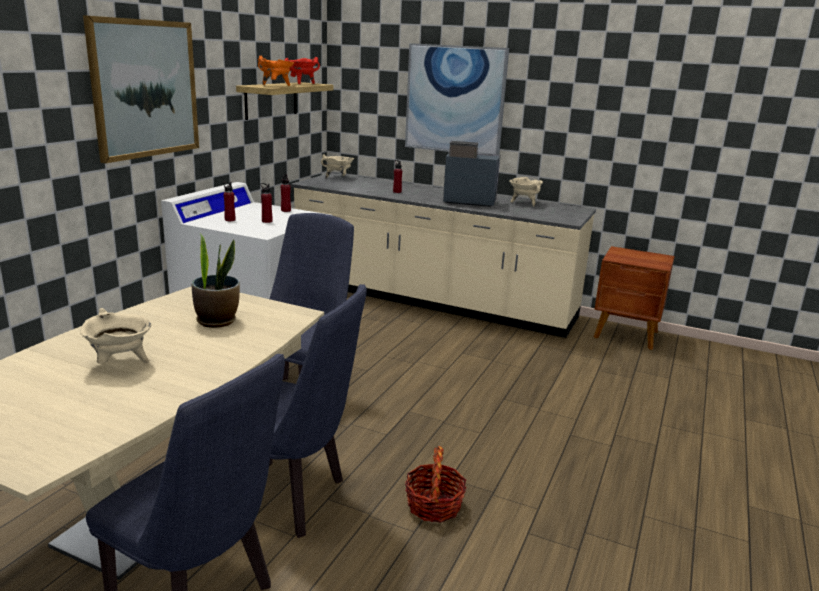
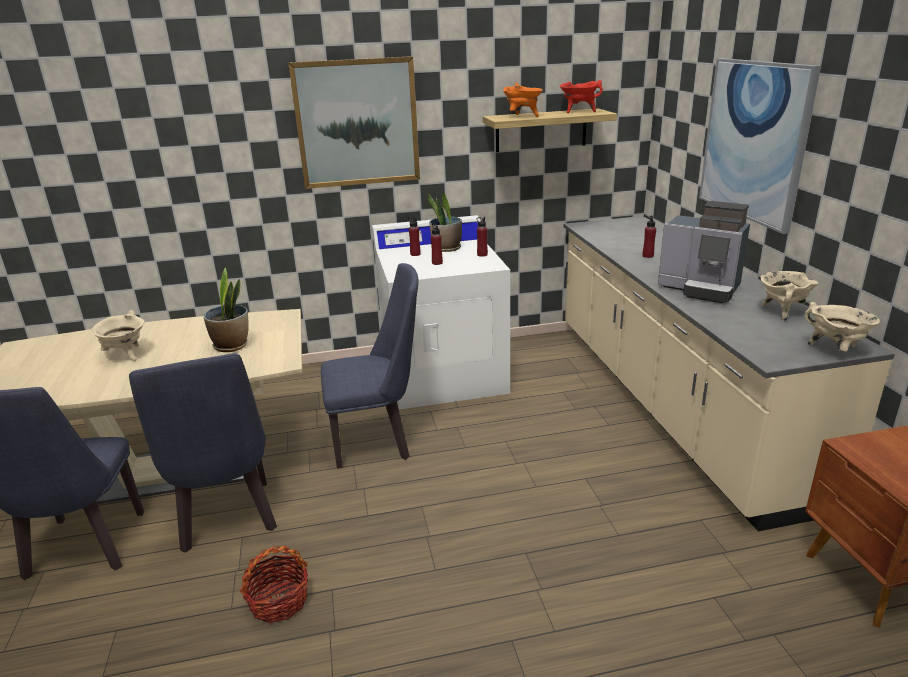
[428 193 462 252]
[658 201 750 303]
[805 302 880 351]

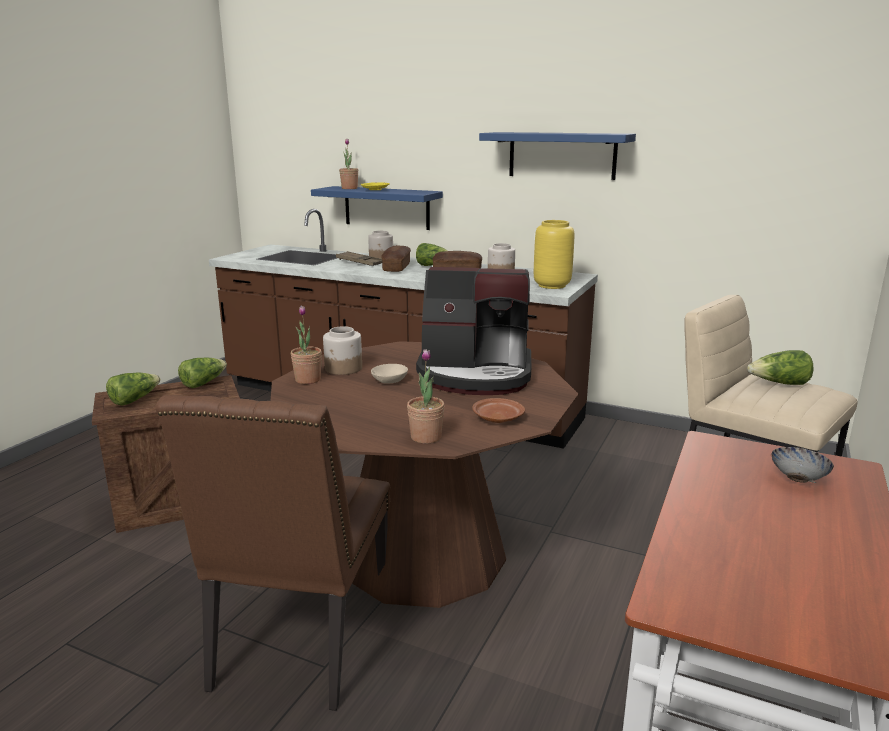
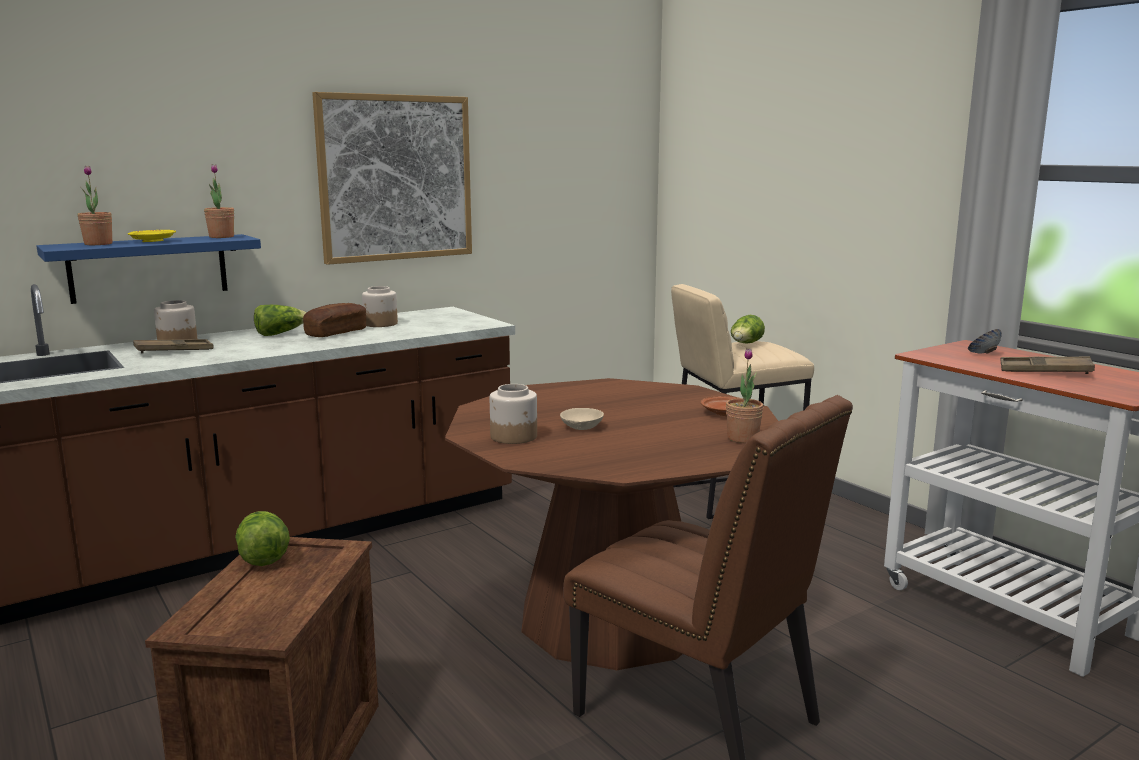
[204 164 234 238]
[312 92 472 265]
[1000 357 1095 374]
[106 373 161 406] (first image)
[381 245 411 272] (first image)
[416 267 531 395] (first image)
[534 220 574 289] (first image)

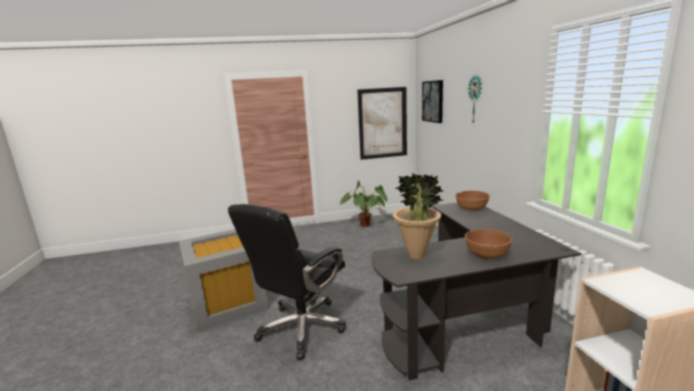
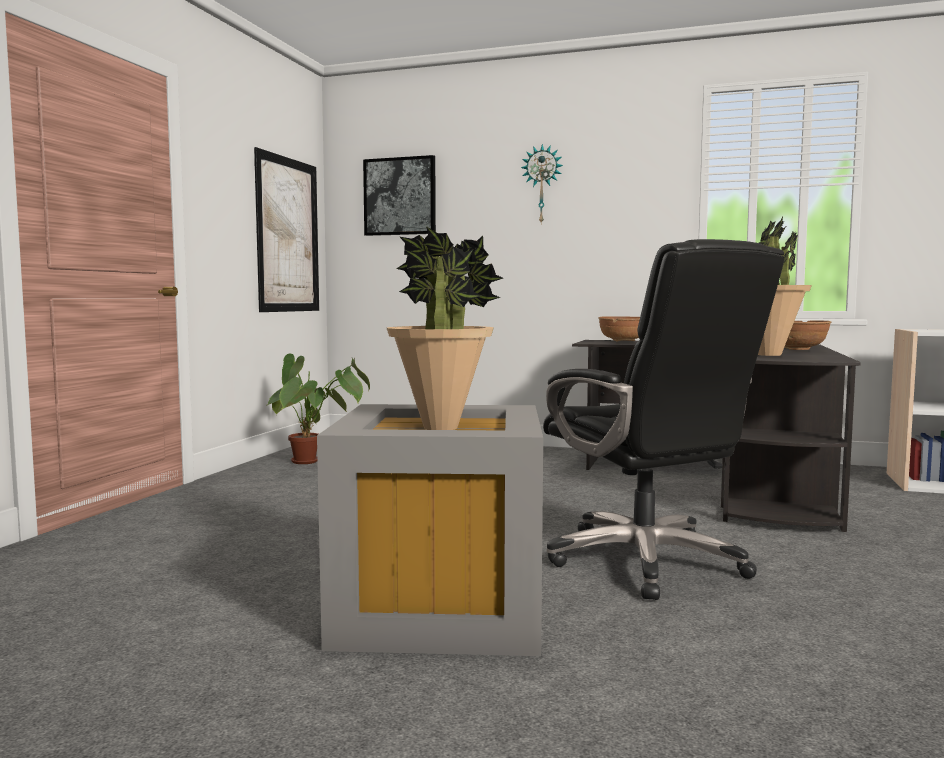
[387 226 503 430]

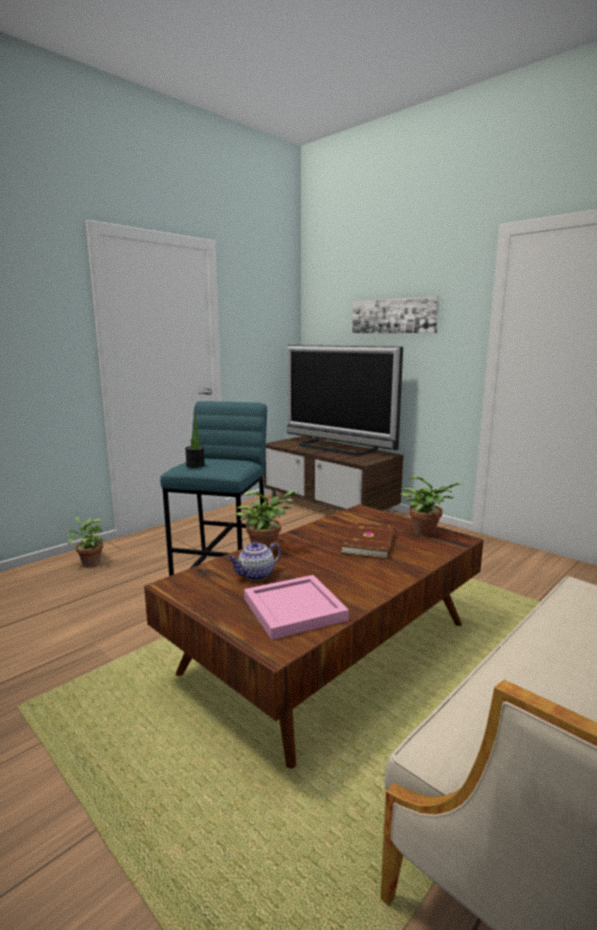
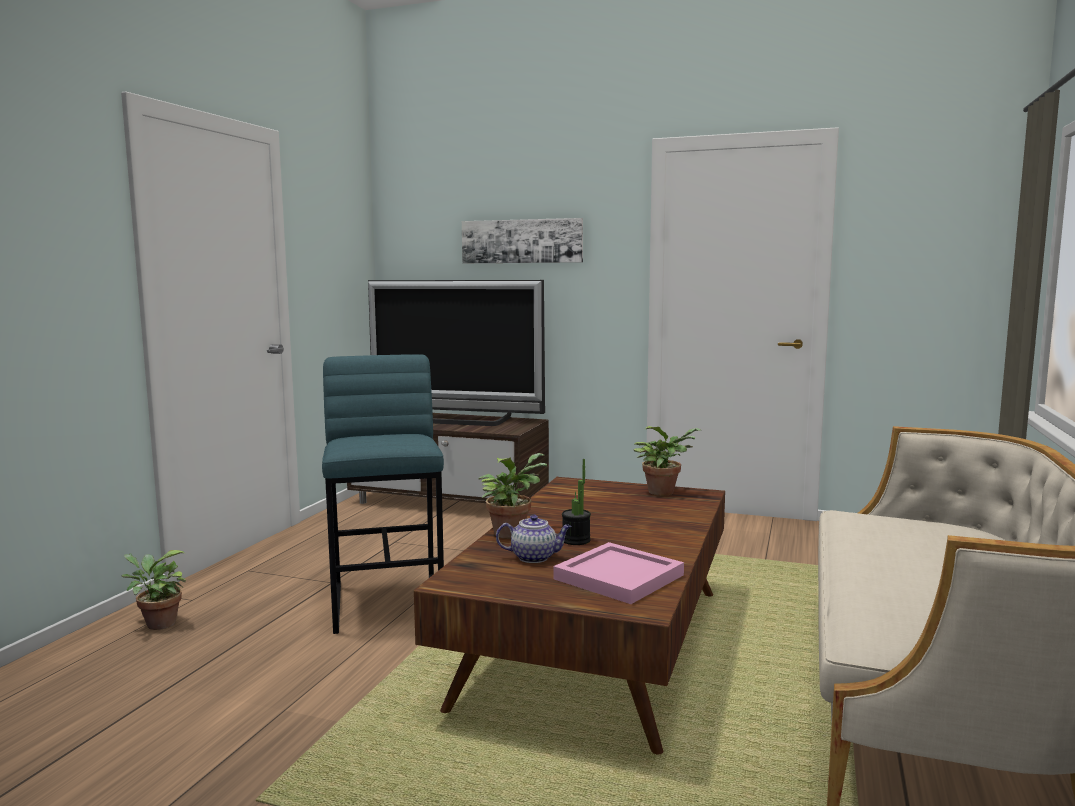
[496 514 572 563]
[562 459 591 545]
[340 522 396 559] (first image)

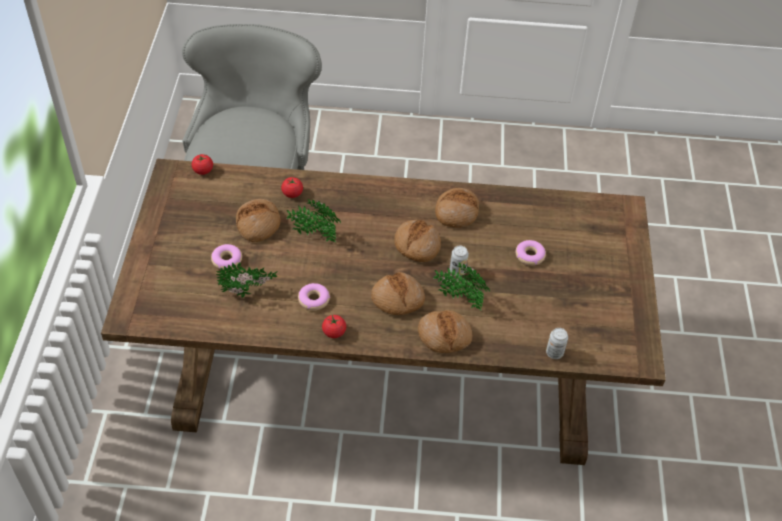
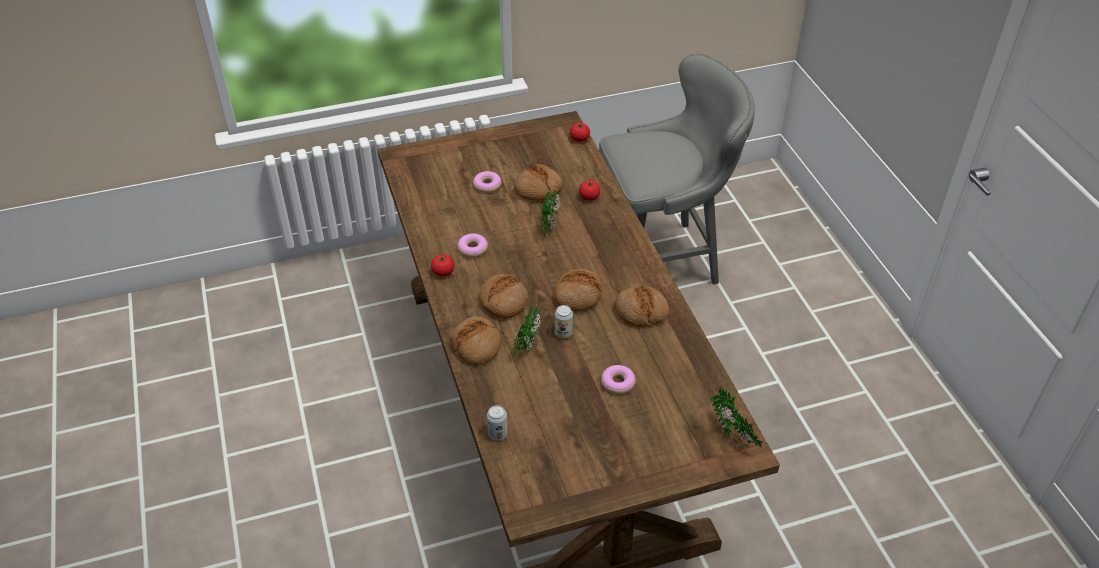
[710 388 762 448]

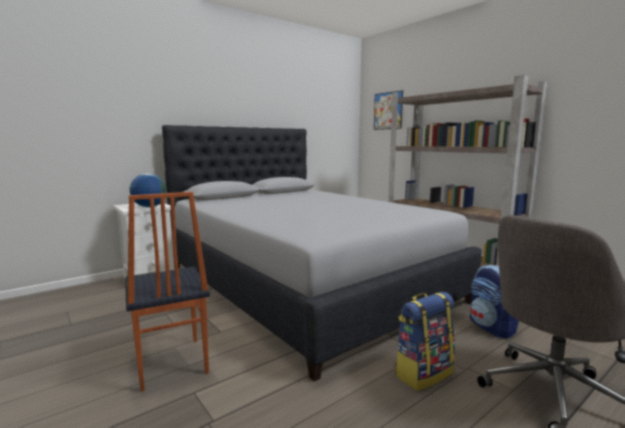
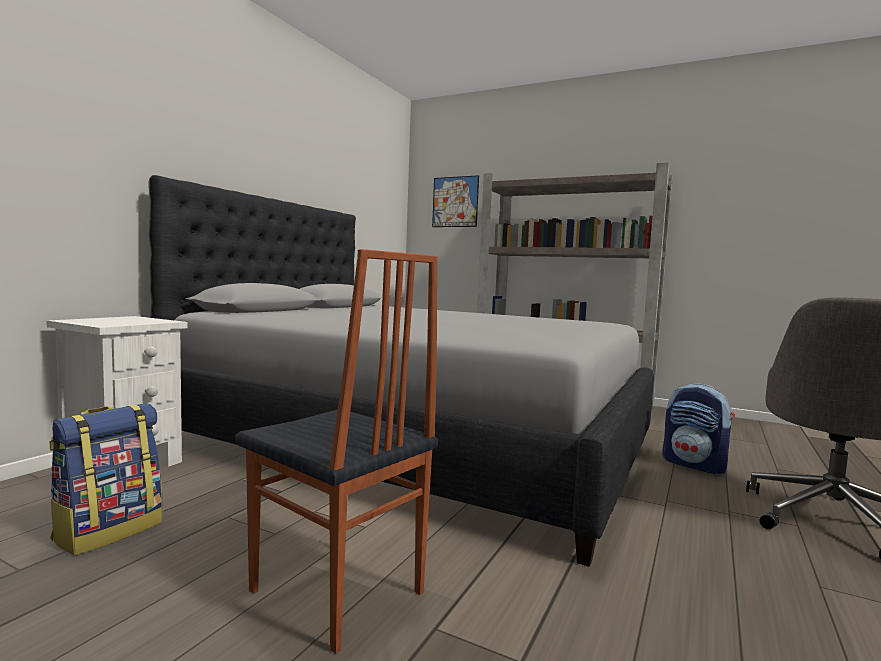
[49 403 162 555]
[129 173 167 207] (first image)

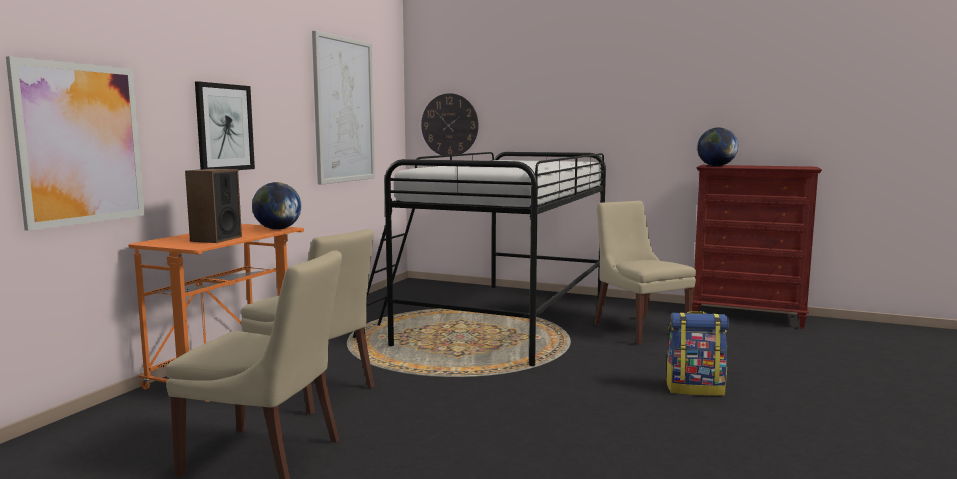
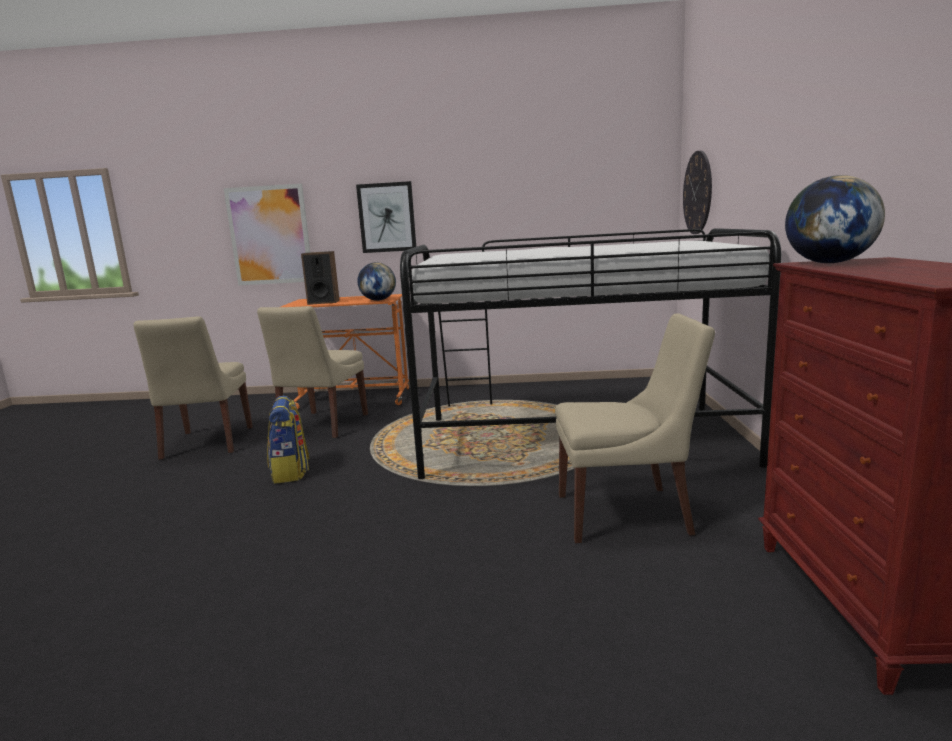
[267 396 310 484]
[555 313 715 543]
[312 30 375 185] (first image)

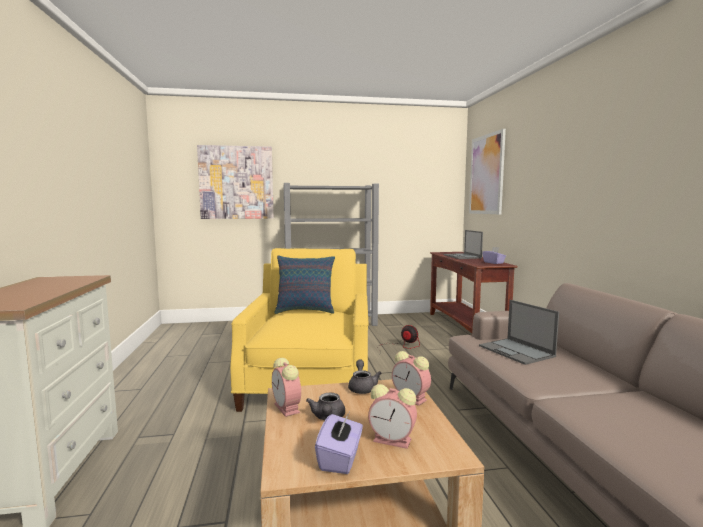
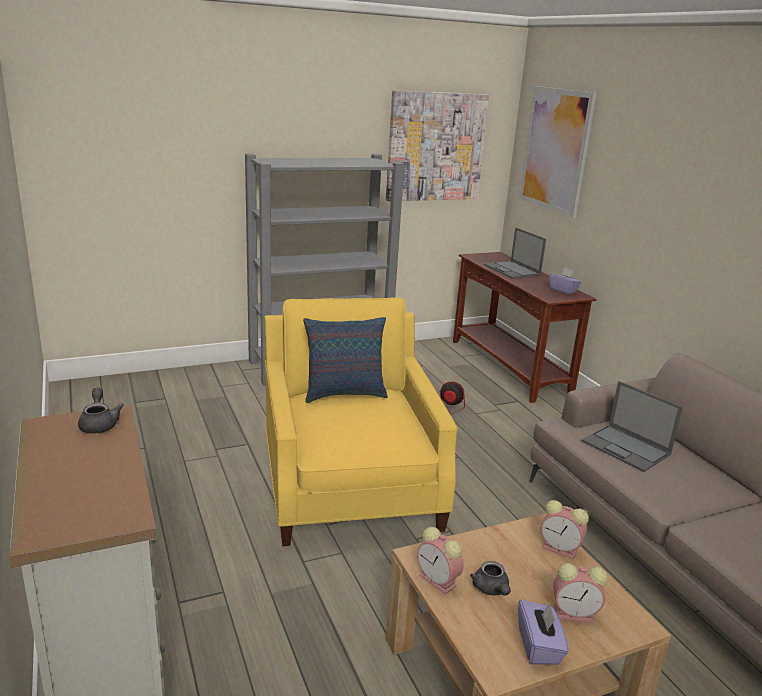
[78 388 124 434]
[386 90 489 201]

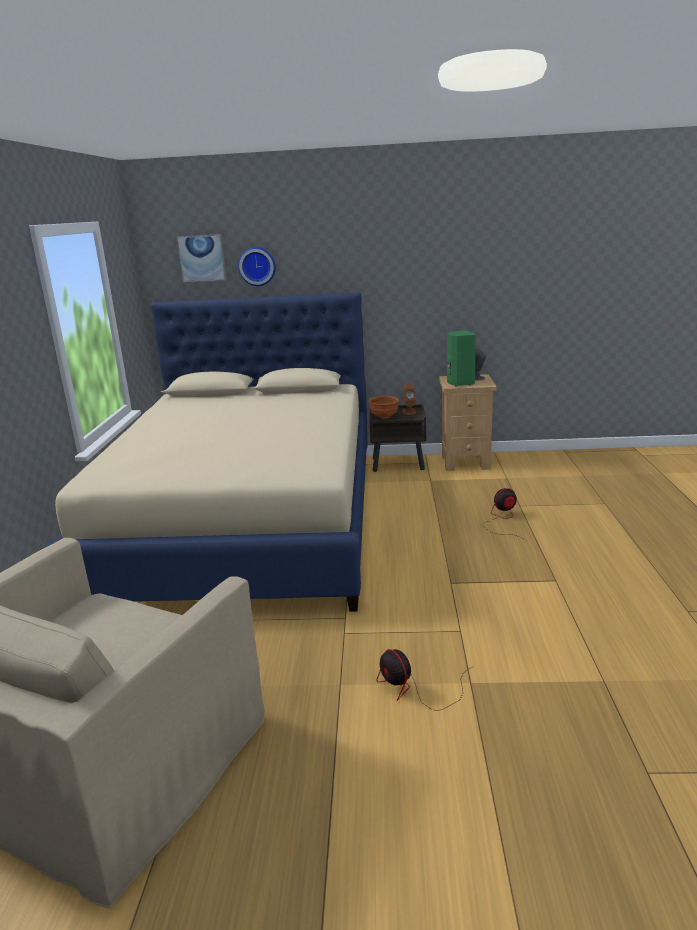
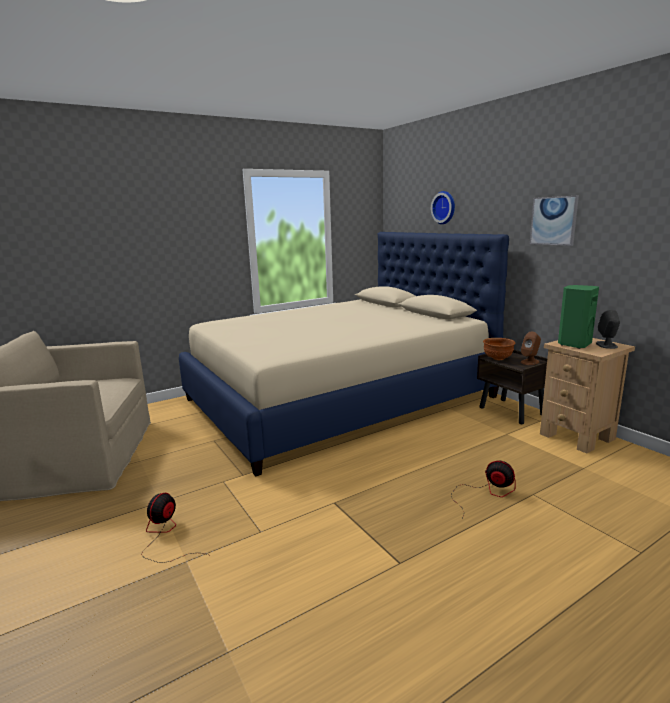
[530 196 579 246]

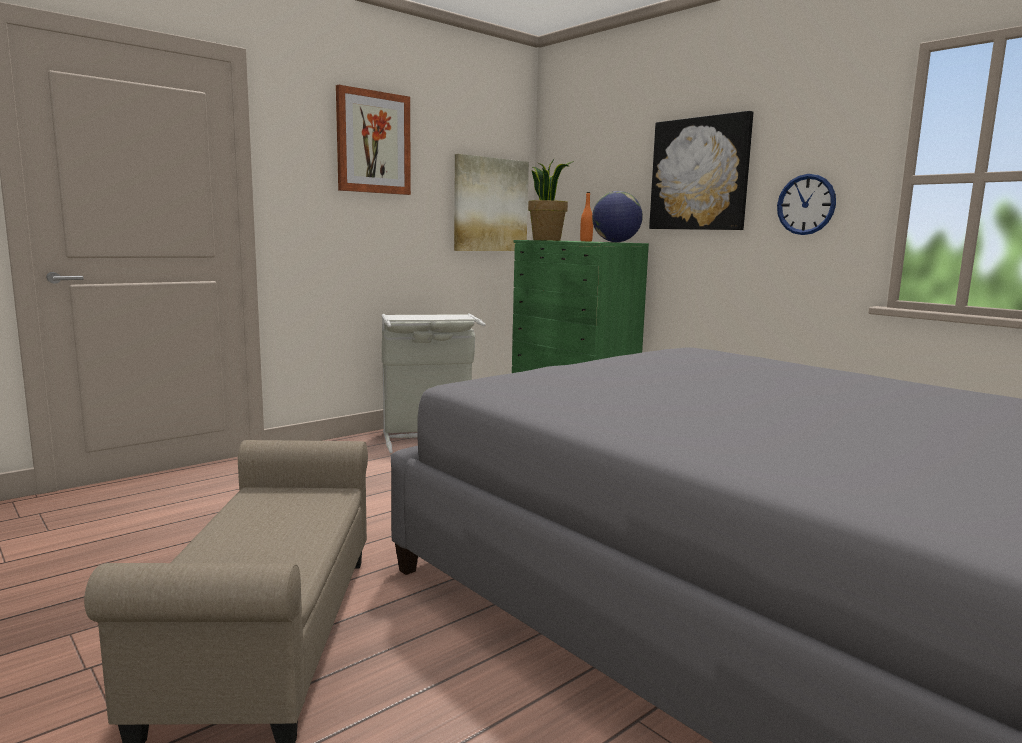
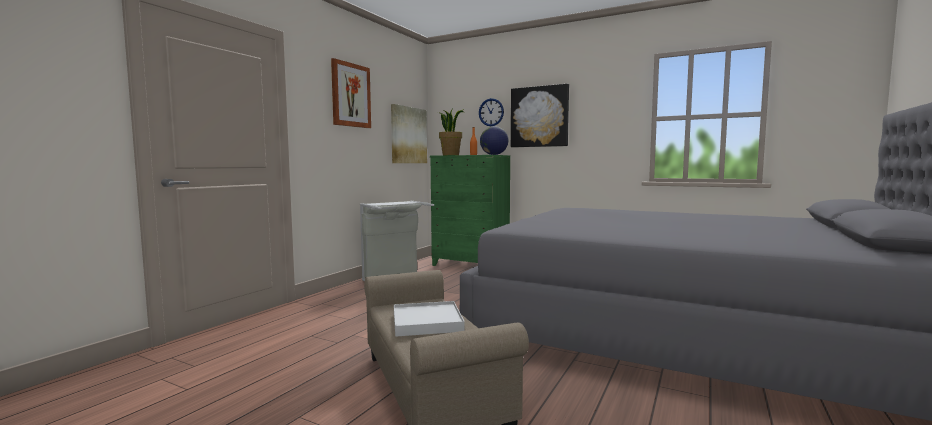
[394 301 465 337]
[479 98 504 126]

